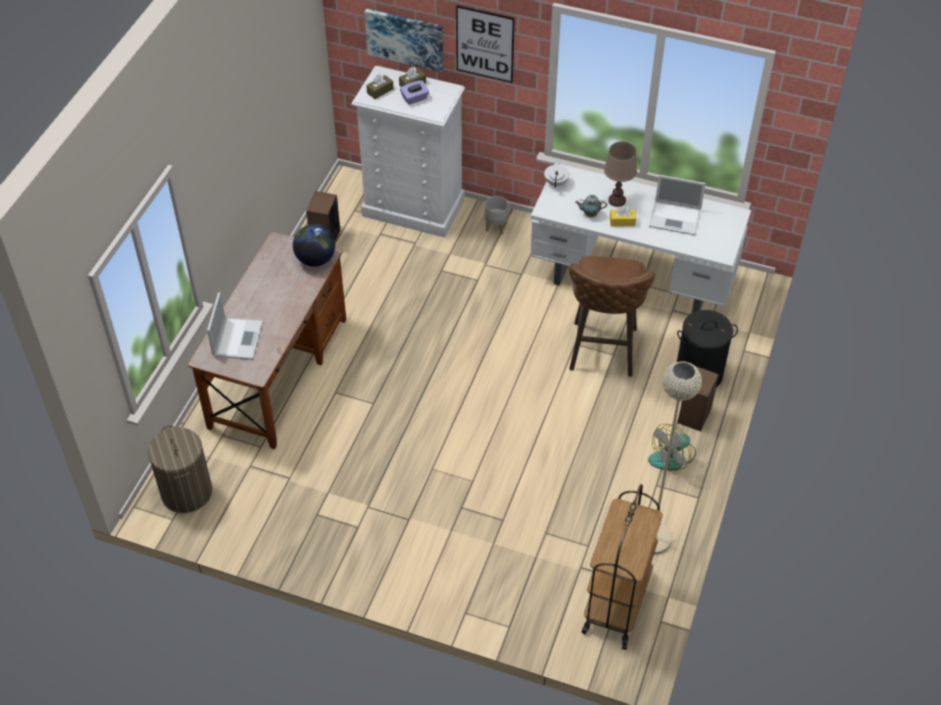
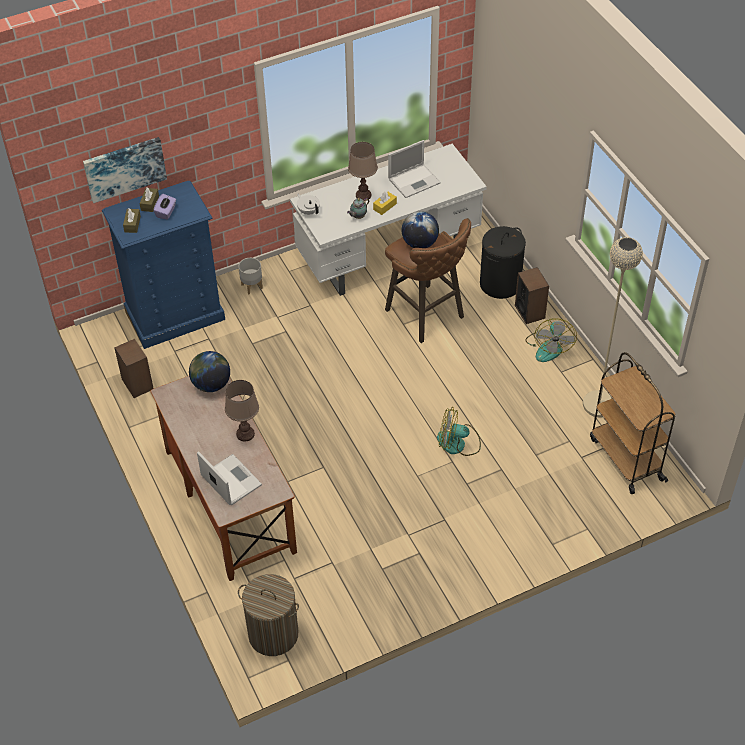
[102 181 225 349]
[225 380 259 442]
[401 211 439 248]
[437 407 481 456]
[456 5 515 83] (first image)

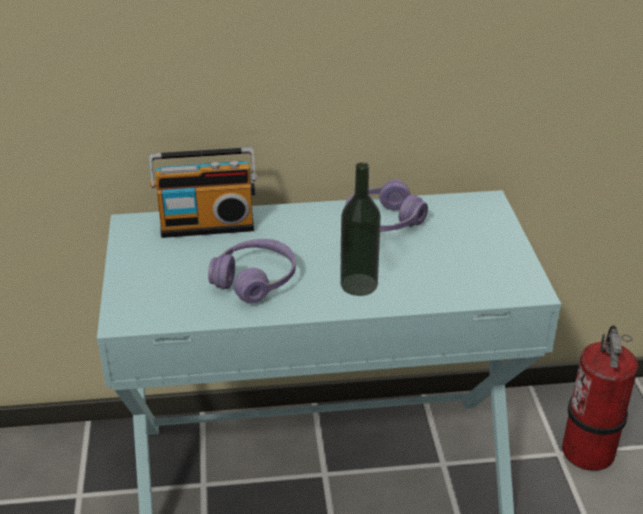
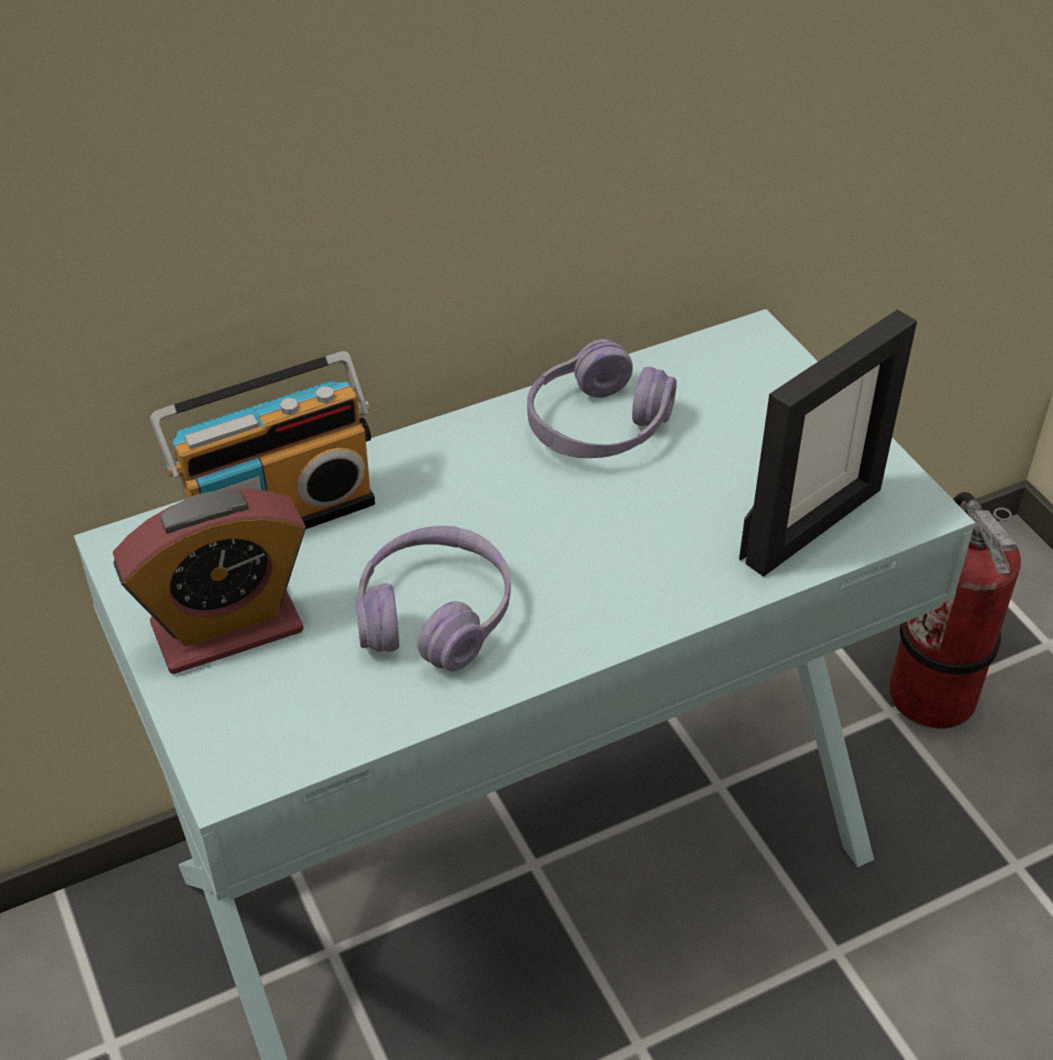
[113 489 306 674]
[739 309 917 577]
[340 162 381 296] (first image)

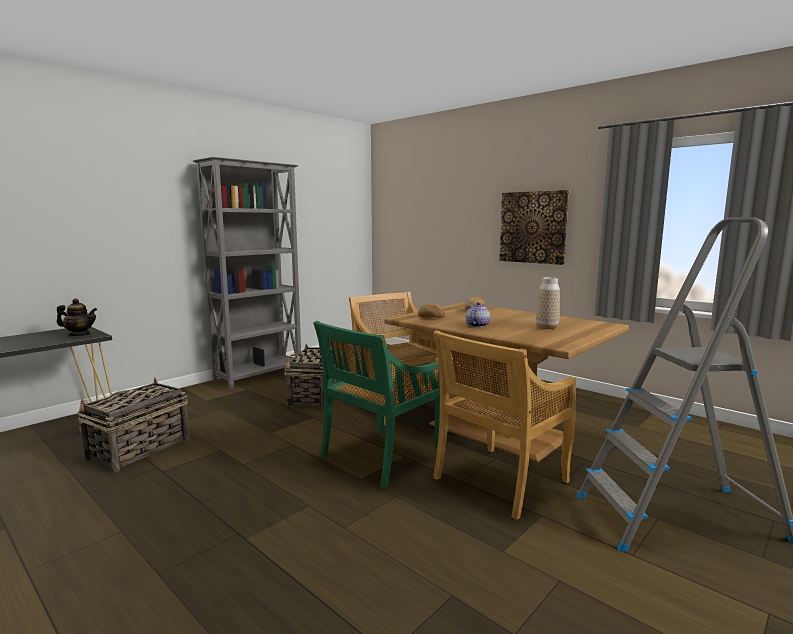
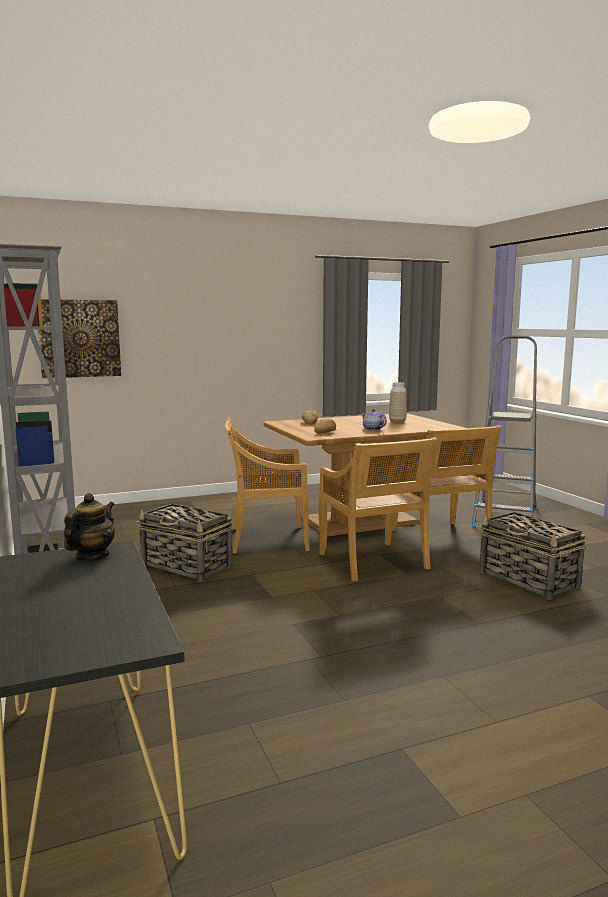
[38 299 121 378]
[318 437 438 582]
[479 512 587 600]

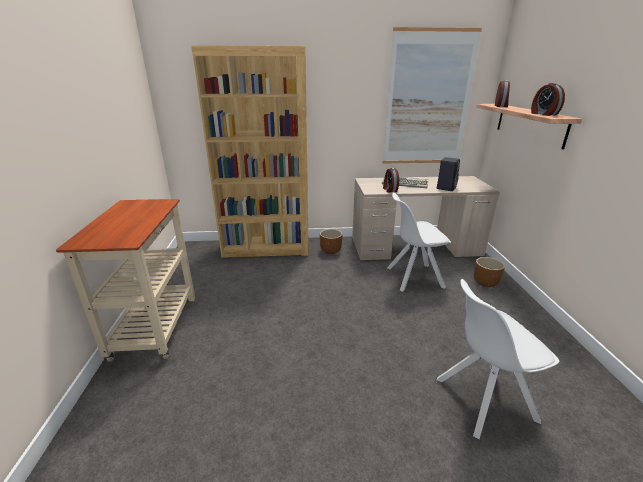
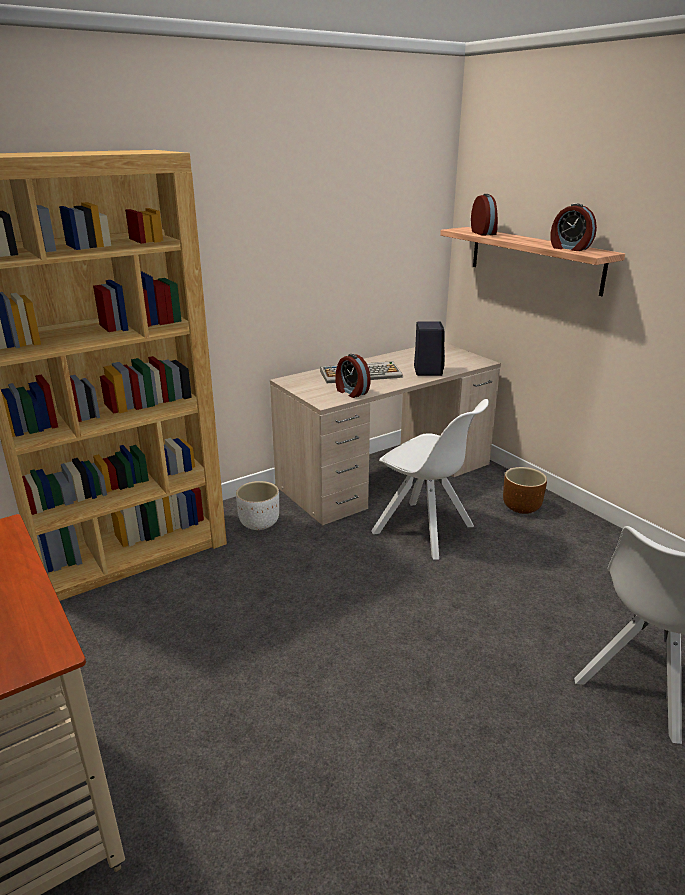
[236 481 279 530]
[371 399 489 560]
[383 27 482 164] (first image)

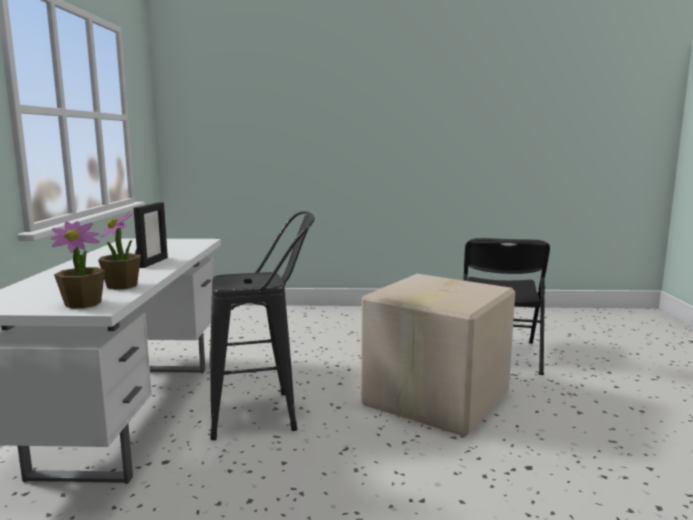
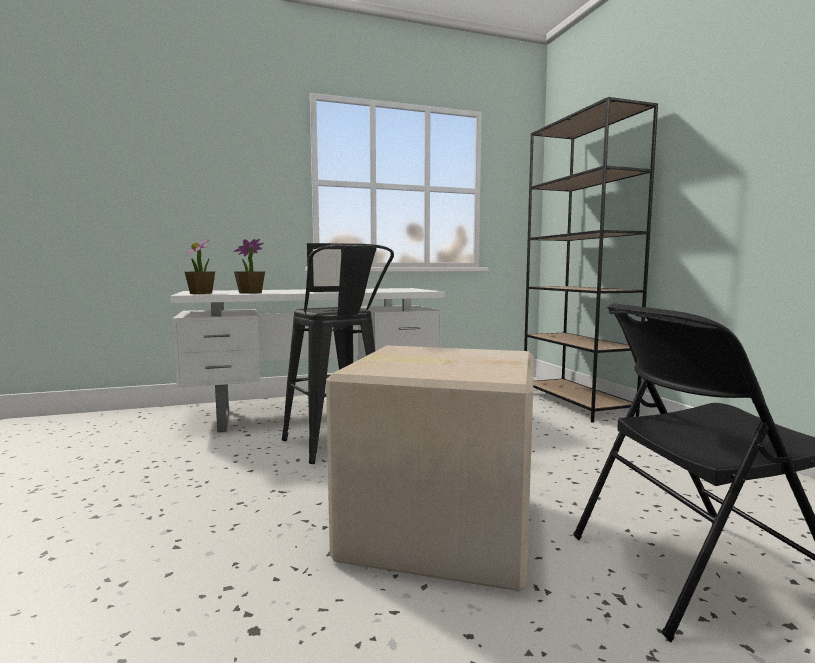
[524 97 658 423]

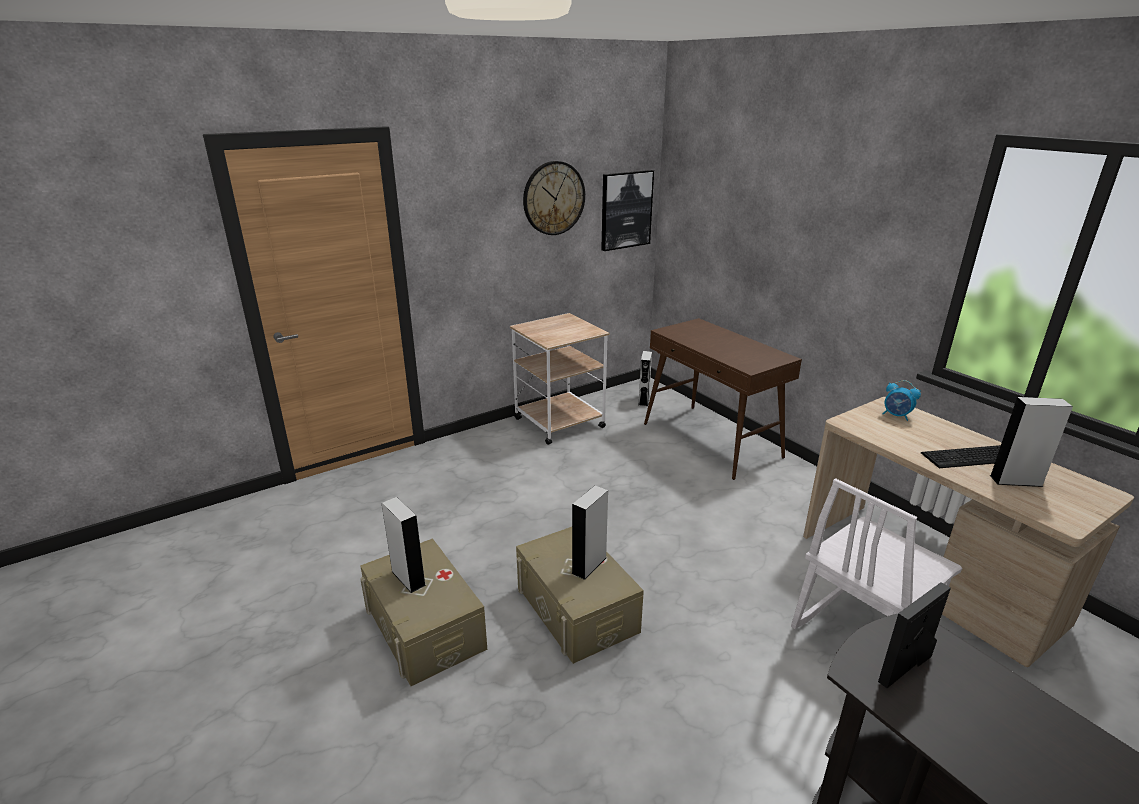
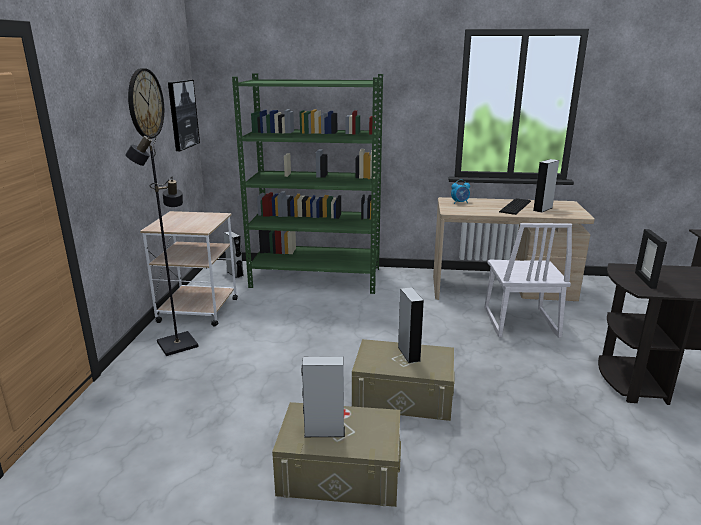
[125 133 199 356]
[232 73 383 294]

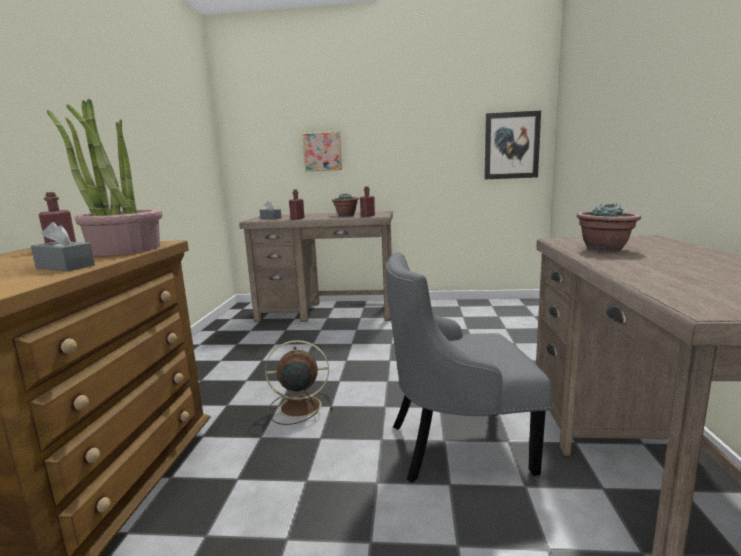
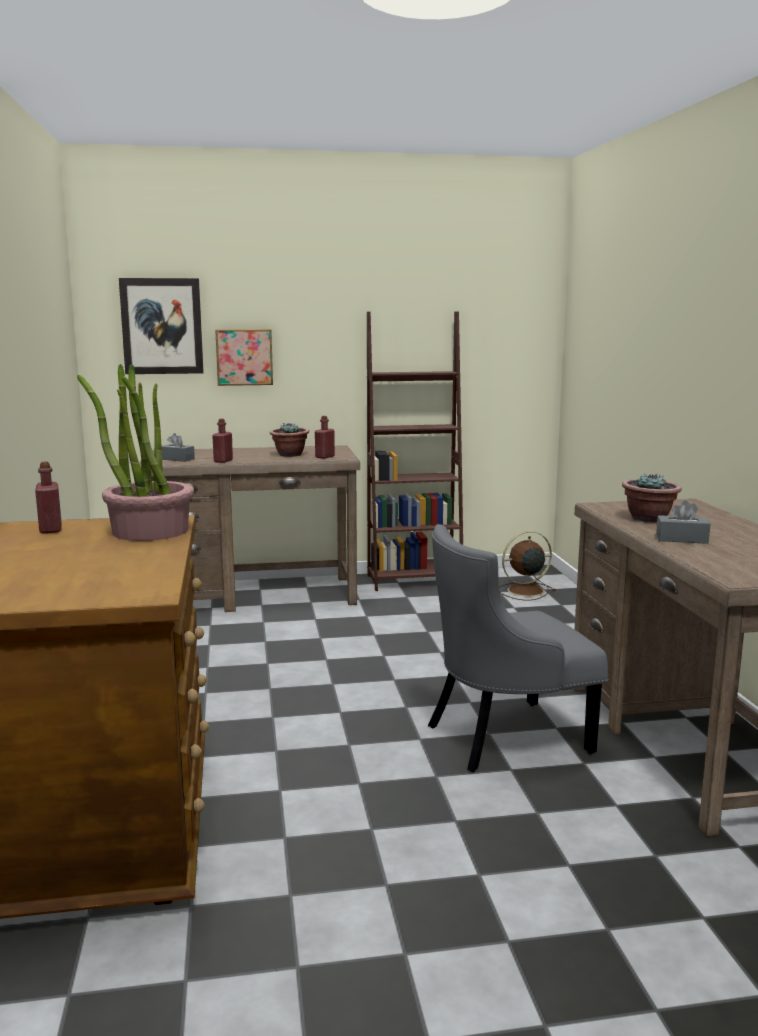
[119 278 204 374]
[367 312 463 591]
[499 531 556 600]
[656 500 710 544]

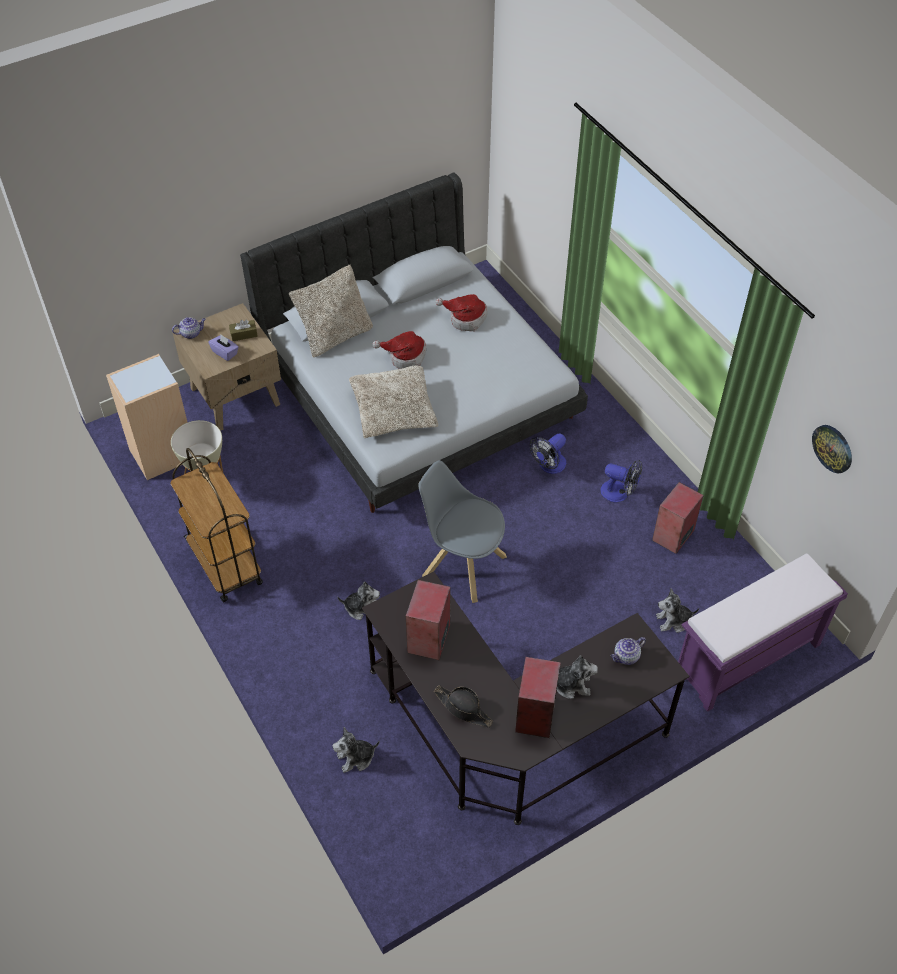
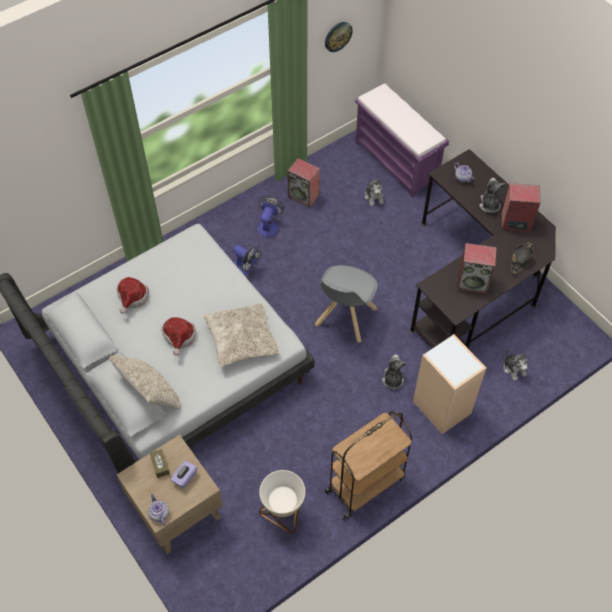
[413 334 486 434]

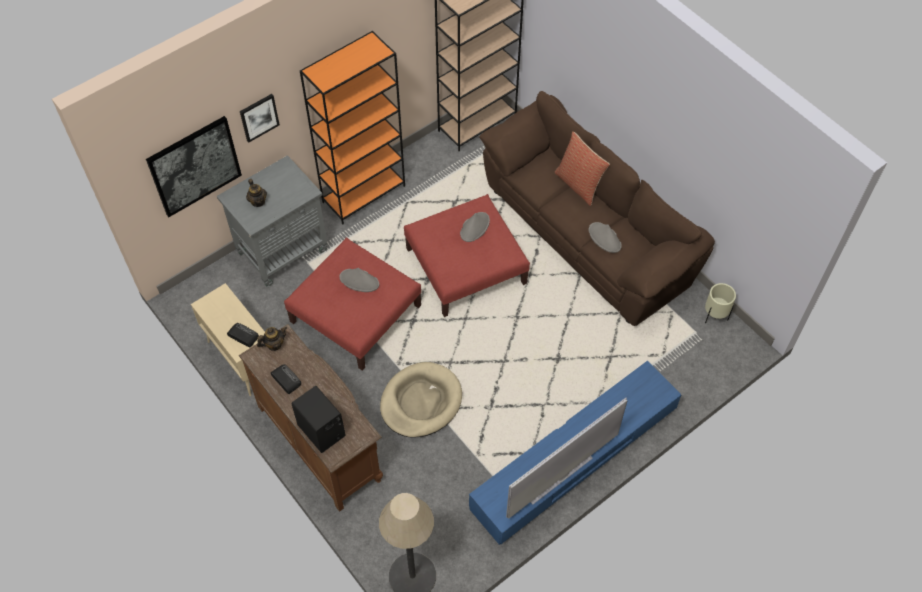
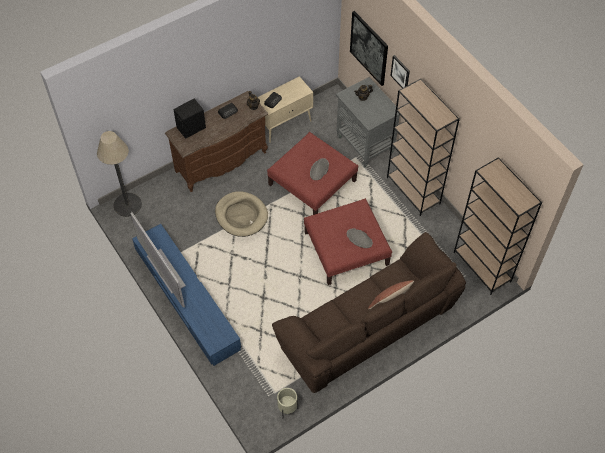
[387 79 460 216]
[589 222 622 253] (first image)

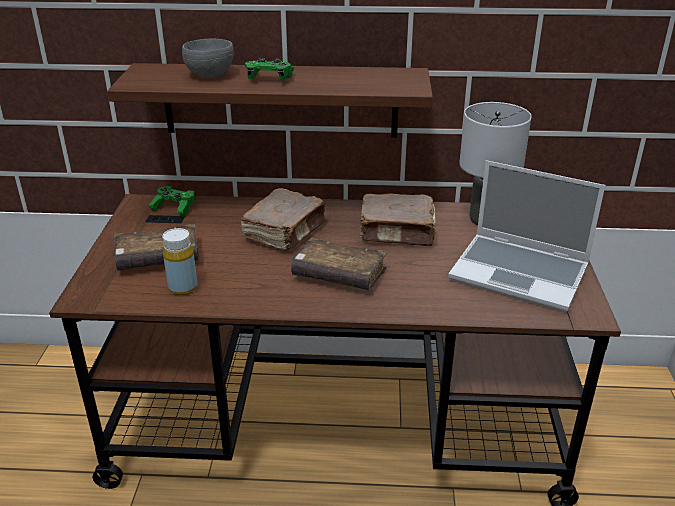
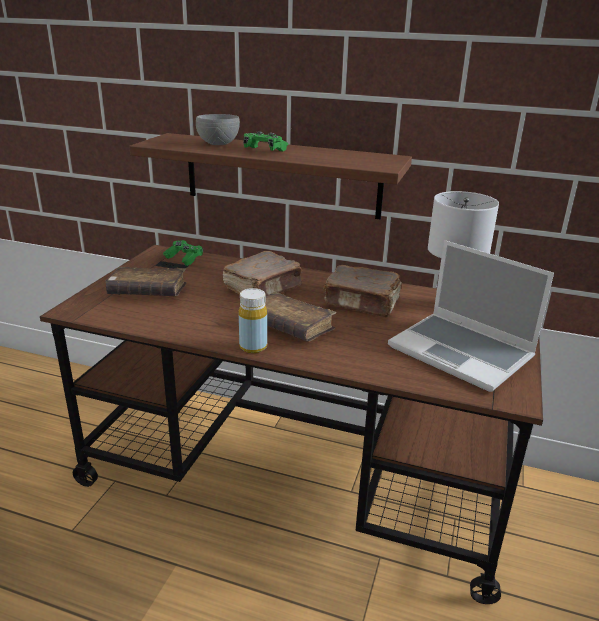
[239 288 267 353]

